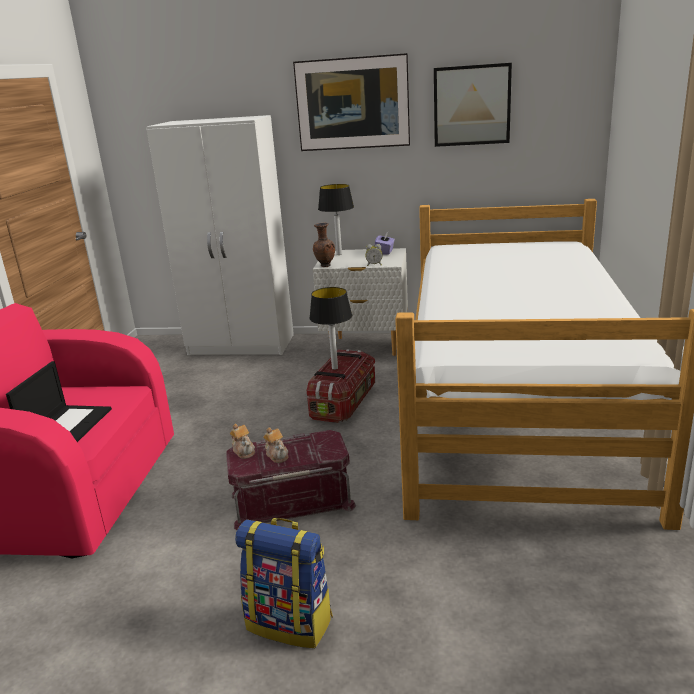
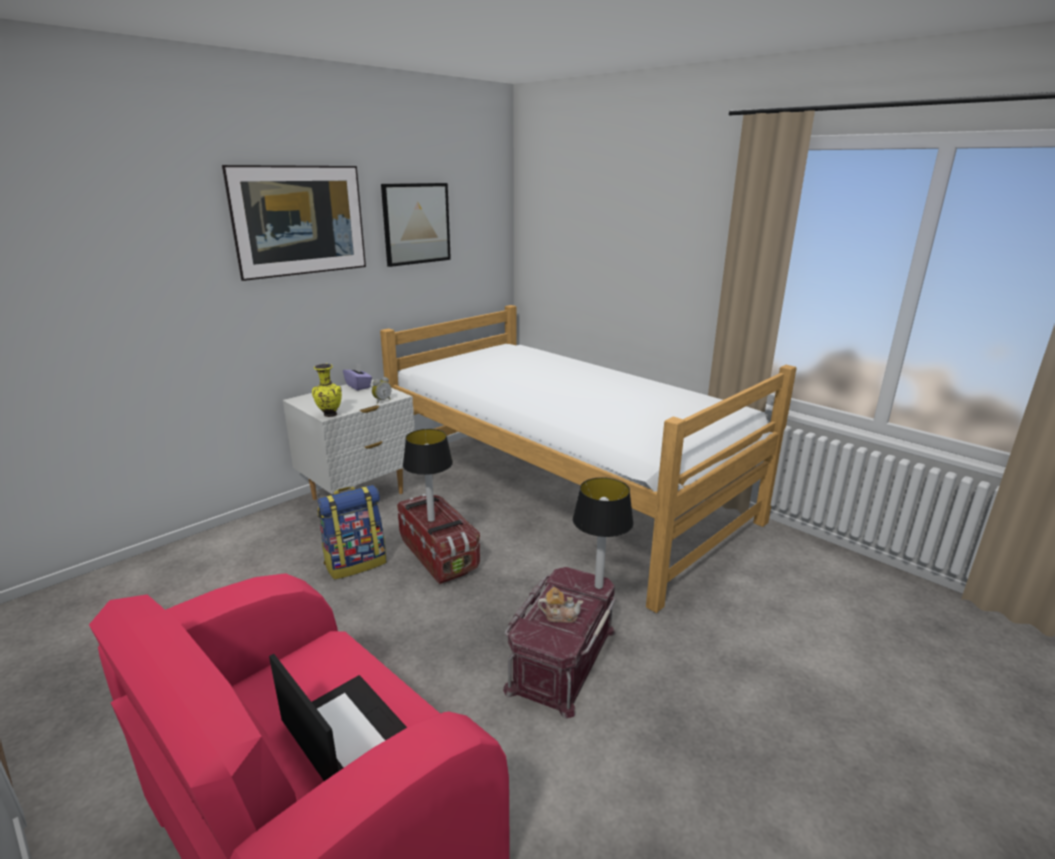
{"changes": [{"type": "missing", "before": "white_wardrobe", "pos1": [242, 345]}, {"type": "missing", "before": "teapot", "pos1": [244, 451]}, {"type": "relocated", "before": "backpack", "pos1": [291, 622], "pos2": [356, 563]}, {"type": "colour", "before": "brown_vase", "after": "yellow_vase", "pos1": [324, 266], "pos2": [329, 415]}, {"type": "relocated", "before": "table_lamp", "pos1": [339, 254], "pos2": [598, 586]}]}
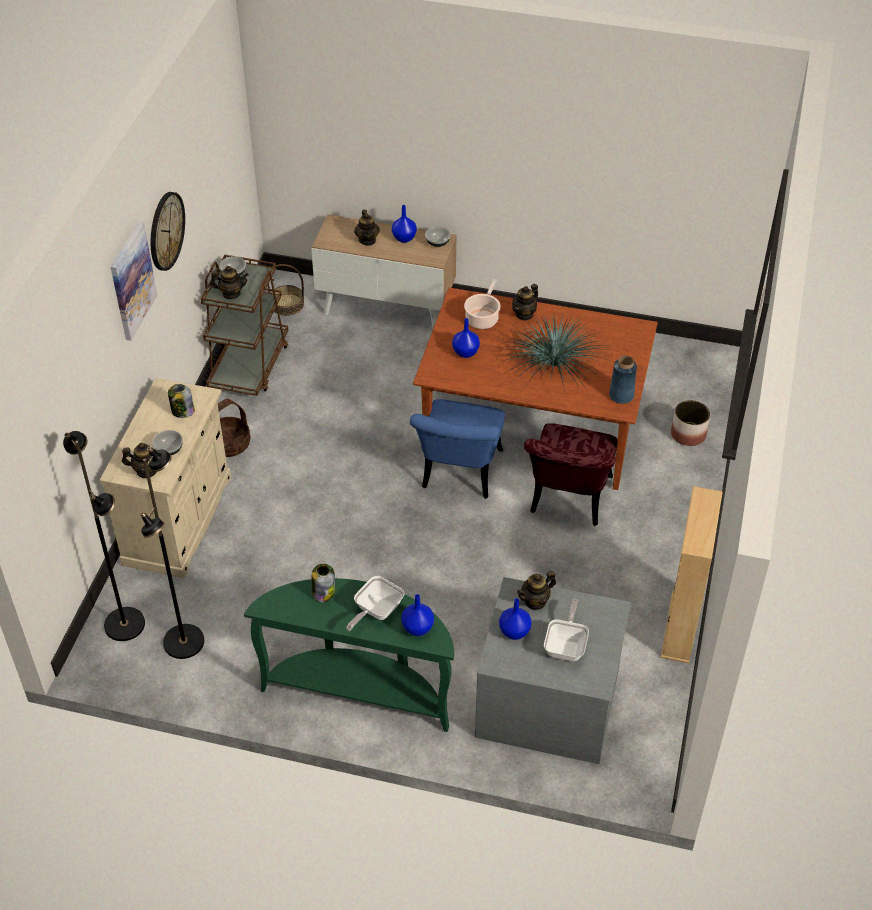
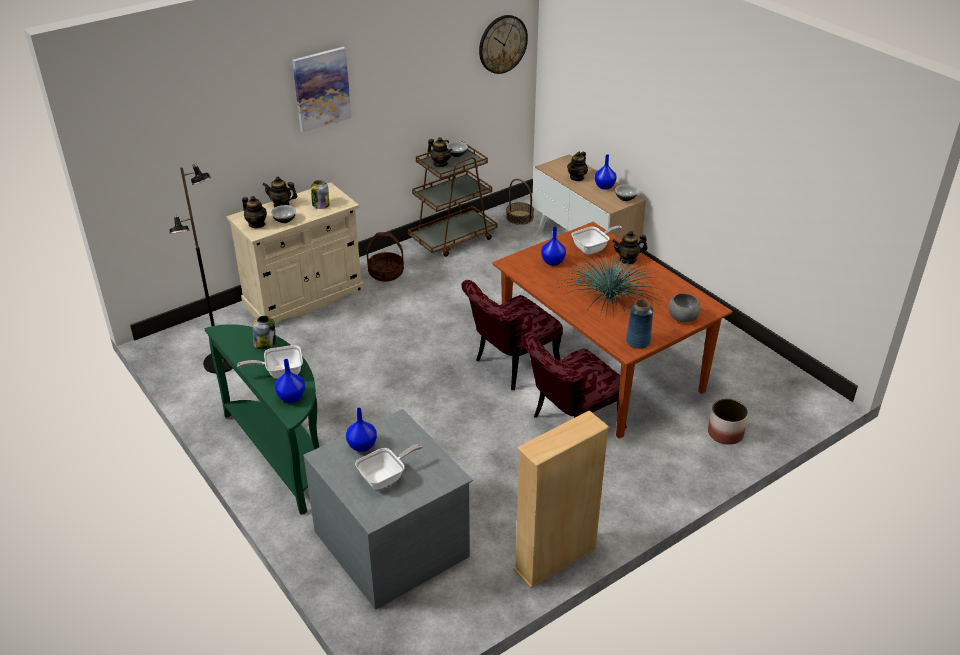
{"changes": [{"type": "missing", "before": "black_floor_lamp", "pos1": [125, 624]}, {"type": "relocated", "before": "wall_clock", "pos1": [166, 231], "pos2": [502, 44]}, {"type": "colour", "before": "blue_chair", "after": "red_chair", "pos1": [459, 476], "pos2": [510, 367]}, {"type": "exchanged", "before": "cooking_pot", "after": "frying_pan", "pos1": [482, 318], "pos2": [593, 248]}, {"type": "relocated", "before": "teapot", "pos1": [535, 601], "pos2": [281, 204]}, {"type": "appeared", "after": "grey_bowl", "pos2": [682, 317]}]}
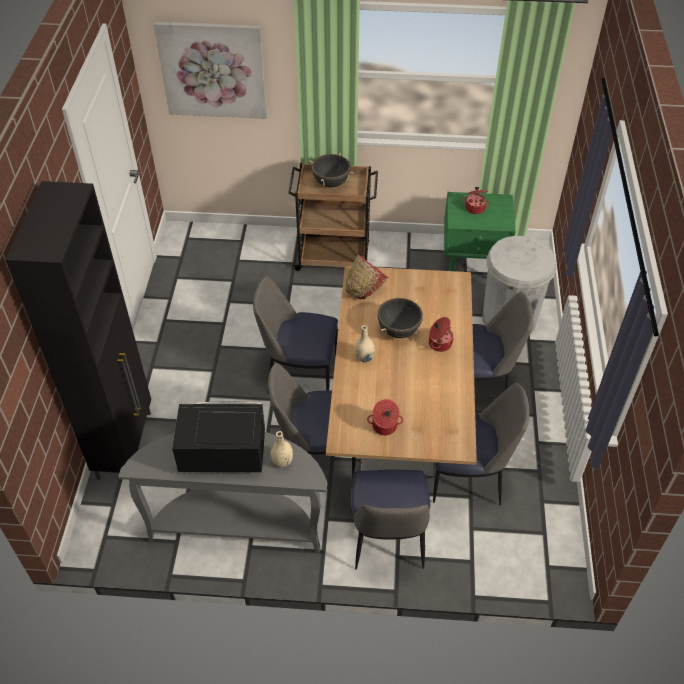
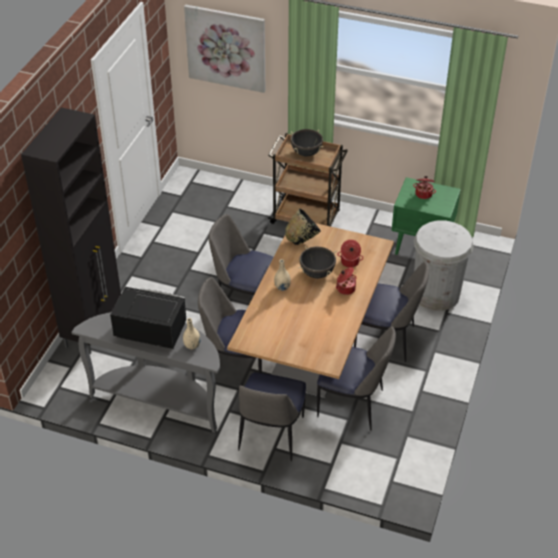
{"changes": [{"type": "colour", "before": "red_bowl", "after": "black_bowl", "pos1": [365, 290], "pos2": [302, 239]}, {"type": "relocated", "before": "cooking_pot", "pos1": [384, 426], "pos2": [349, 262]}]}
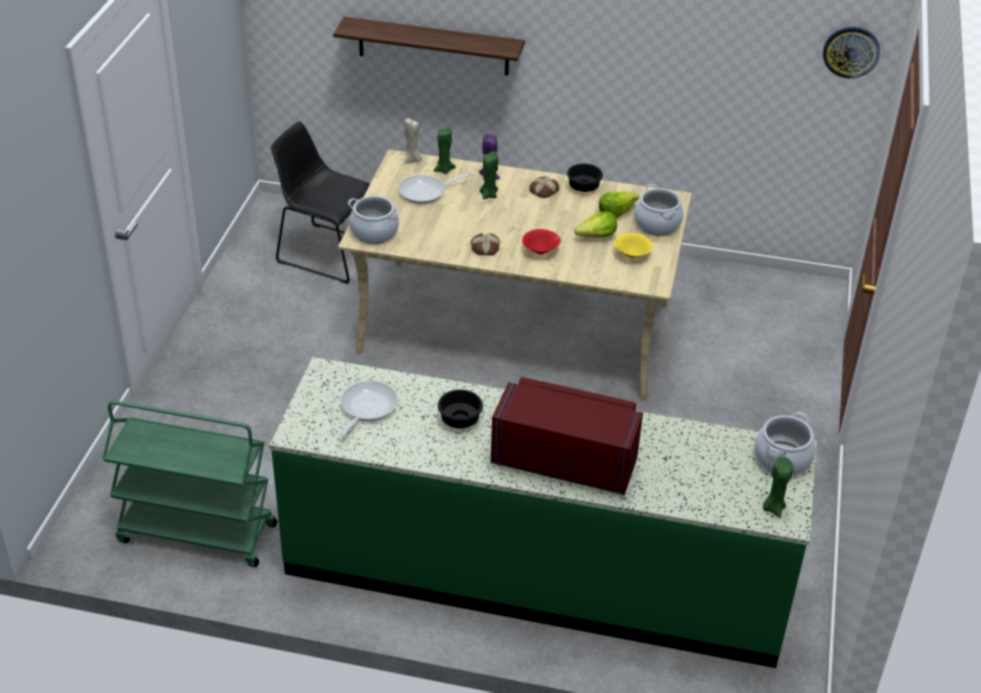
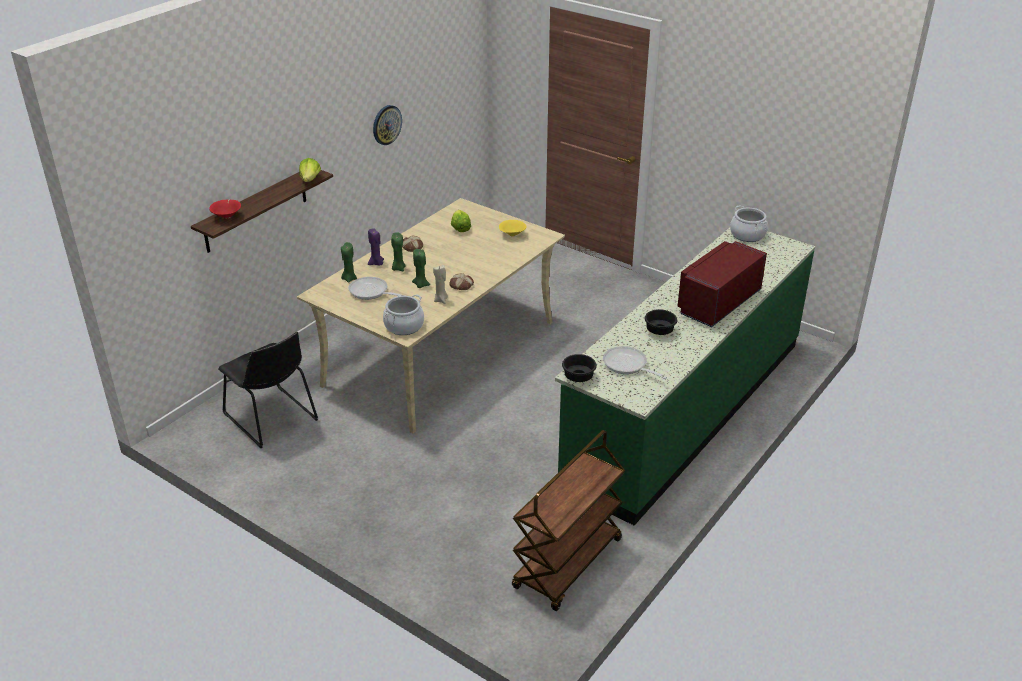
{"changes": [{"type": "colour", "before": "green_cart", "after": "brown_cart", "pos1": [196, 533], "pos2": [568, 565]}, {"type": "spun", "before": "black_chair", "pos1": [326, 252], "pos2": [272, 419], "turn": -90}, {"type": "spun", "before": "frying_pan", "pos1": [426, 192], "pos2": [371, 292], "turn": 120}, {"type": "relocated", "before": "beige_candle", "pos1": [412, 160], "pos2": [441, 300]}, {"type": "relocated", "before": "red_bowl", "pos1": [541, 251], "pos2": [227, 216]}, {"type": "relocated", "before": "black_bowl", "pos1": [582, 187], "pos2": [578, 378]}, {"type": "relocated", "before": "lettuce", "pos1": [597, 237], "pos2": [310, 180]}, {"type": "missing", "before": "cooking_pot", "pos1": [657, 224]}, {"type": "relocated", "before": "green_candle", "pos1": [773, 508], "pos2": [420, 285]}, {"type": "relocated", "before": "wall_clock", "pos1": [851, 51], "pos2": [386, 124]}]}
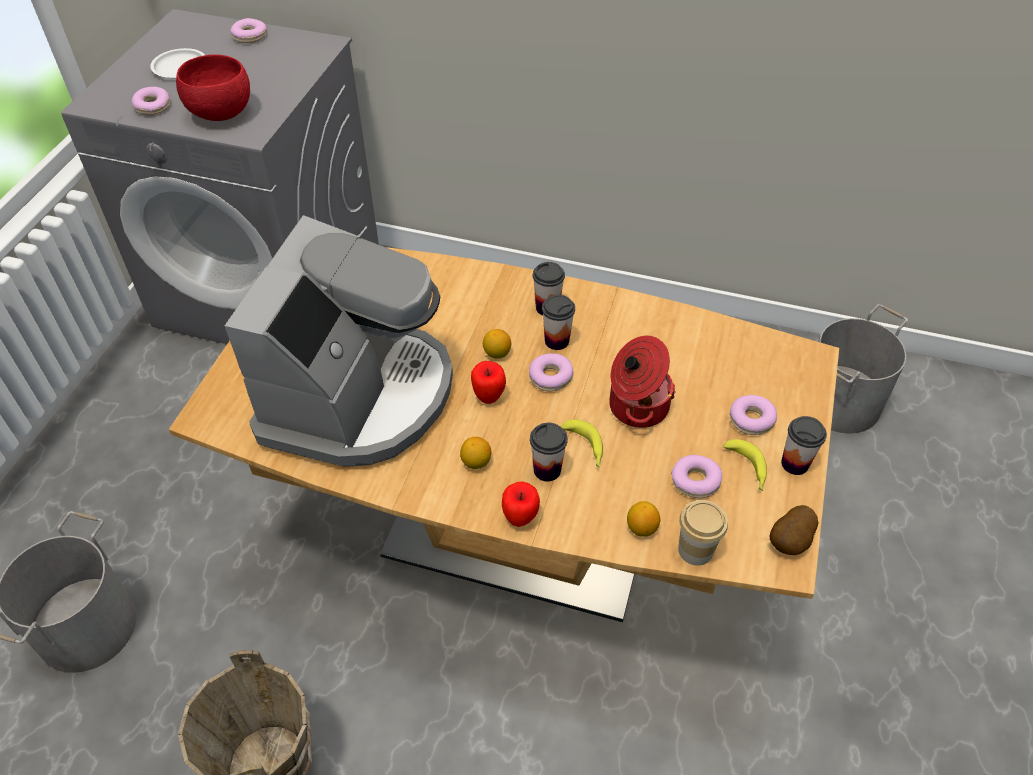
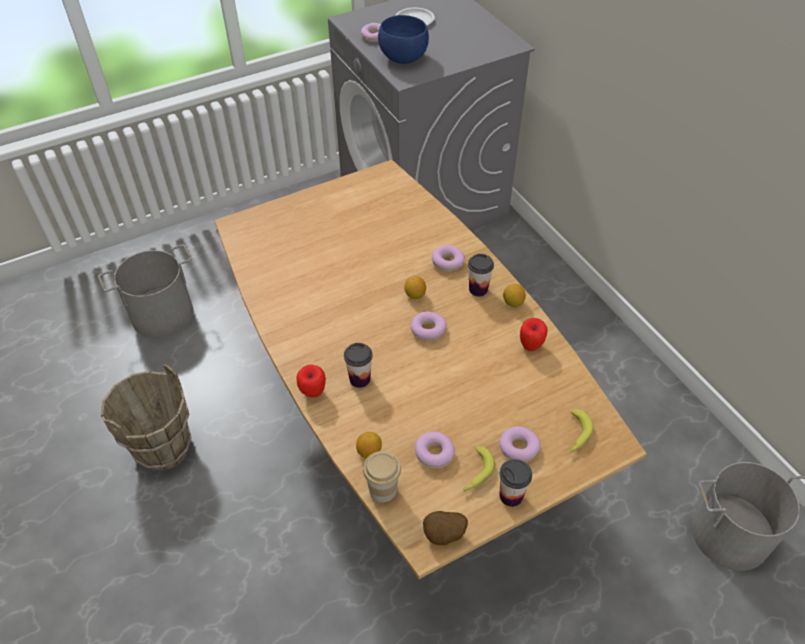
{"changes": [{"type": "colour", "before": "red_bowl", "after": "blue_bowl", "pos1": [222, 114], "pos2": [403, 59]}, {"type": "missing", "before": "coffee_machine", "pos1": [359, 396]}, {"type": "relocated", "before": "donut", "pos1": [250, 36], "pos2": [447, 262]}, {"type": "relocated", "before": "lemon", "pos1": [476, 462], "pos2": [513, 303]}, {"type": "relocated", "before": "apple", "pos1": [488, 397], "pos2": [531, 346]}, {"type": "missing", "before": "cup", "pos1": [557, 341]}, {"type": "relocated", "before": "banana", "pos1": [585, 447], "pos2": [576, 435]}, {"type": "missing", "before": "cooking_pot", "pos1": [636, 406]}]}
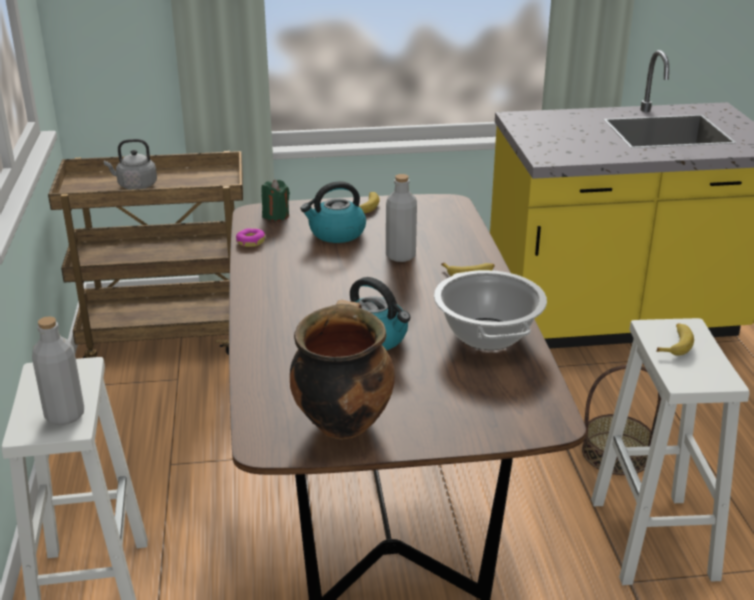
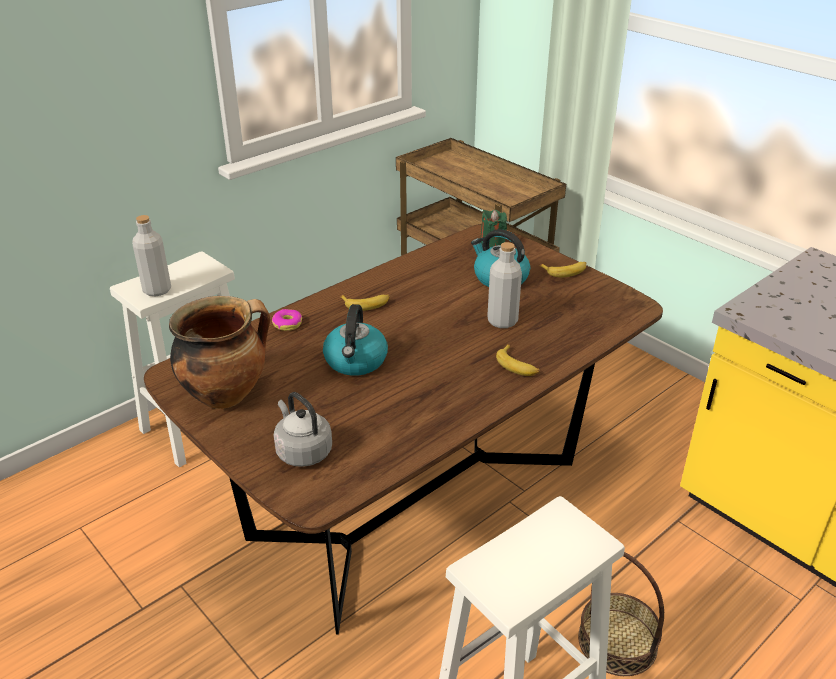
{"changes": [{"type": "relocated", "before": "grey_kettle", "pos1": [135, 186], "pos2": [302, 451]}, {"type": "relocated", "before": "donut", "pos1": [250, 242], "pos2": [287, 324]}, {"type": "missing", "before": "cooking_pot", "pos1": [487, 334]}, {"type": "relocated", "before": "banana", "pos1": [675, 344], "pos2": [366, 304]}]}
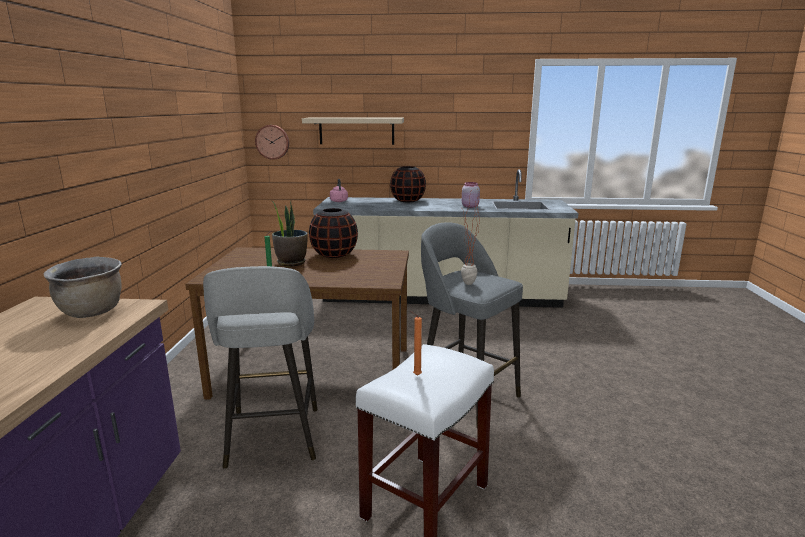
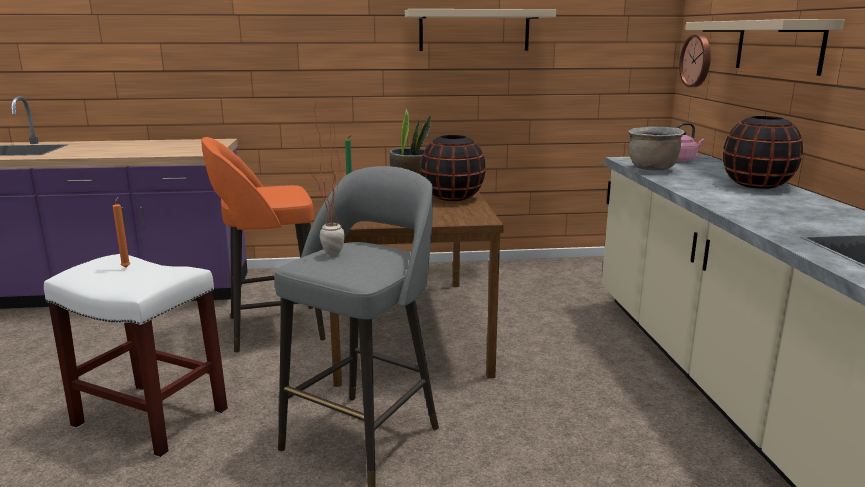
{"changes": [{"type": "relocated", "before": "brown_cooking_pot", "pos1": [92, 312], "pos2": [652, 169]}, {"type": "colour", "before": "grey_stool", "after": "orange_stool", "pos1": [273, 439], "pos2": [272, 329]}, {"type": "missing", "before": "pink_jar", "pos1": [469, 206]}, {"type": "appeared", "after": "beige_shelf", "pos2": [474, 30]}]}
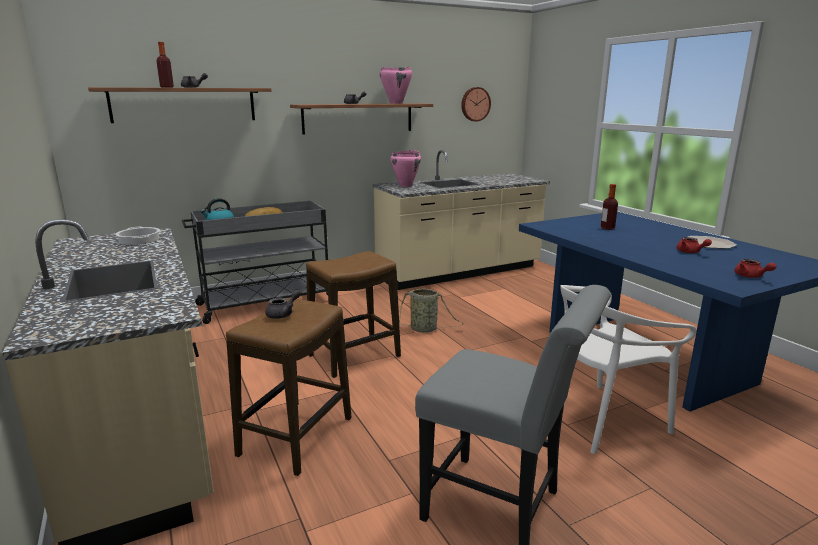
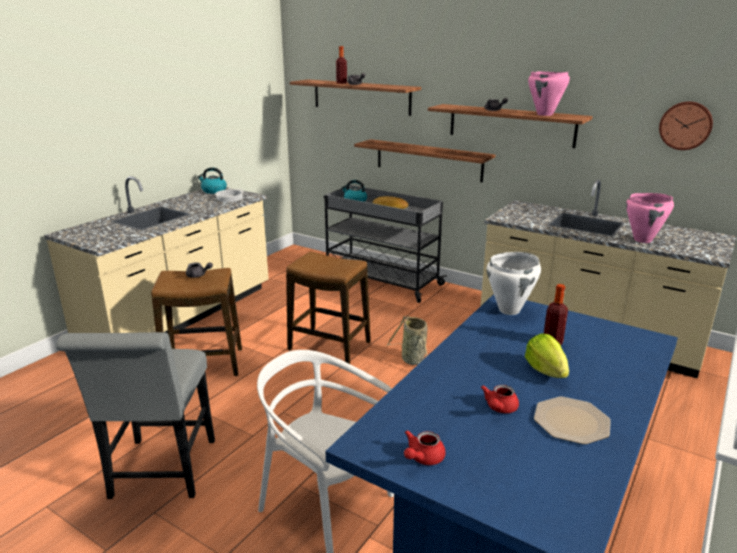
{"changes": [{"type": "relocated", "before": "pink_cooking_pot", "pos1": [406, 185], "pos2": [643, 240]}, {"type": "appeared", "after": "kettle", "pos2": [213, 191]}, {"type": "appeared", "after": "shelf", "pos2": [428, 160]}, {"type": "appeared", "after": "white_cooking_pot", "pos2": [509, 310]}, {"type": "appeared", "after": "lettuce", "pos2": [546, 371]}]}
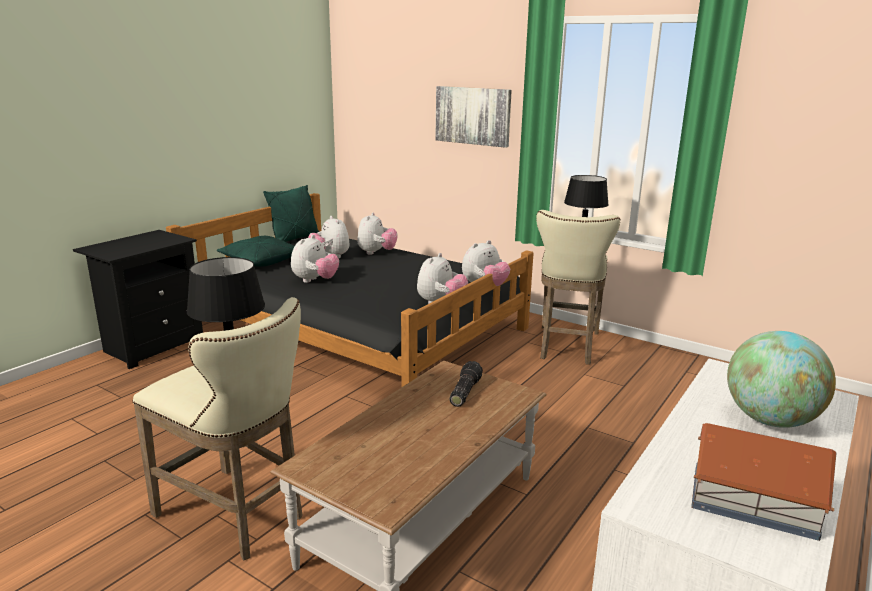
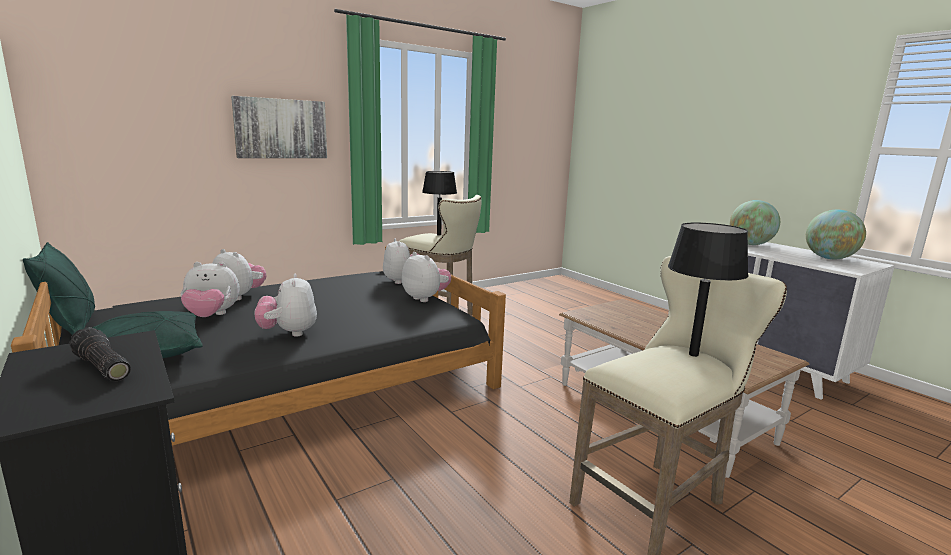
{"changes": [{"type": "spun", "before": "plush_toy", "pos1": [315, 281], "pos2": [289, 333], "turn": -150}, {"type": "relocated", "before": "flashlight", "pos1": [464, 392], "pos2": [101, 368]}, {"type": "exchanged", "before": "toy_house", "after": "globe", "pos1": [751, 500], "pos2": [829, 258]}]}
